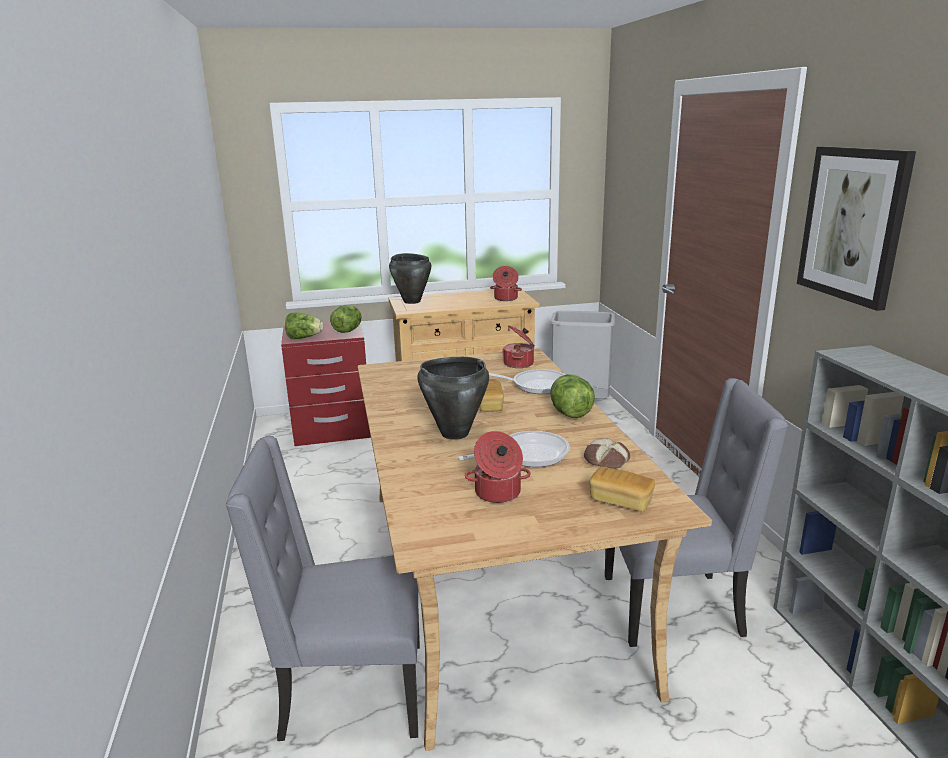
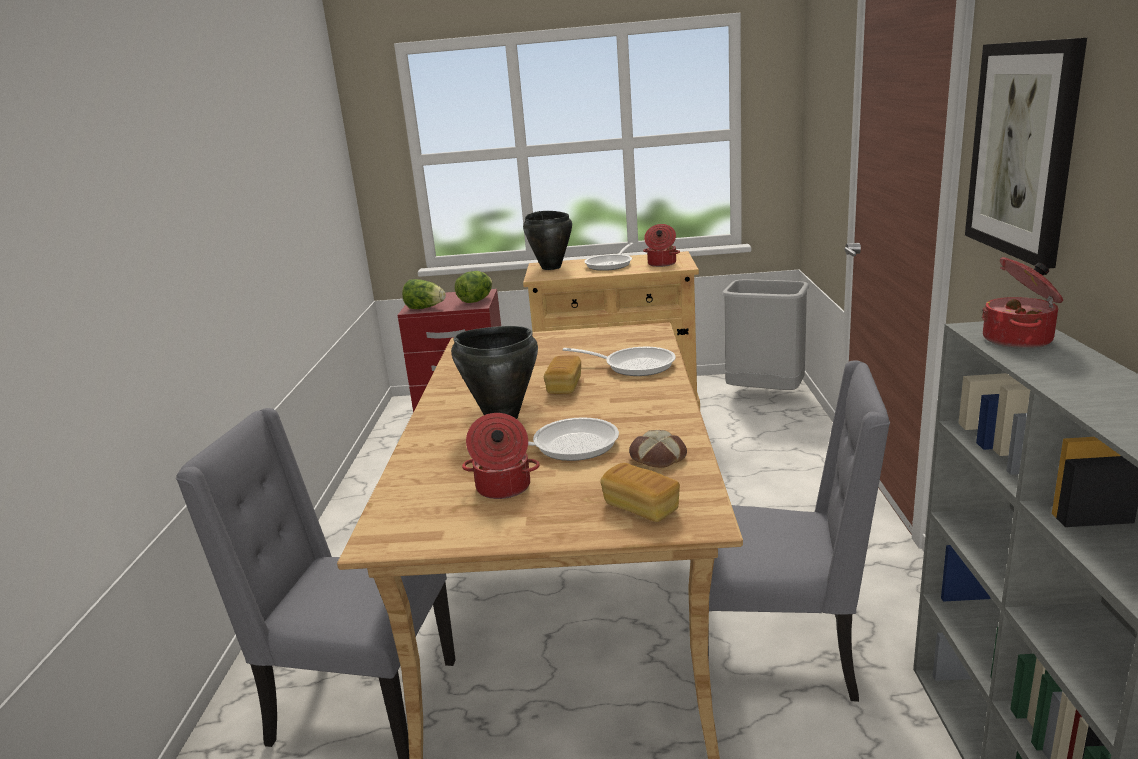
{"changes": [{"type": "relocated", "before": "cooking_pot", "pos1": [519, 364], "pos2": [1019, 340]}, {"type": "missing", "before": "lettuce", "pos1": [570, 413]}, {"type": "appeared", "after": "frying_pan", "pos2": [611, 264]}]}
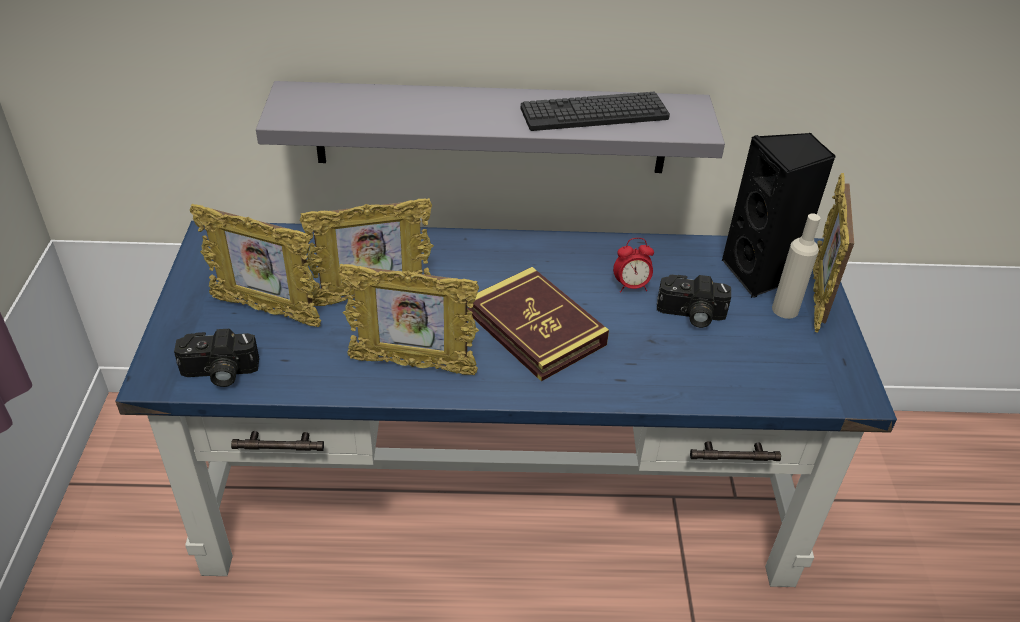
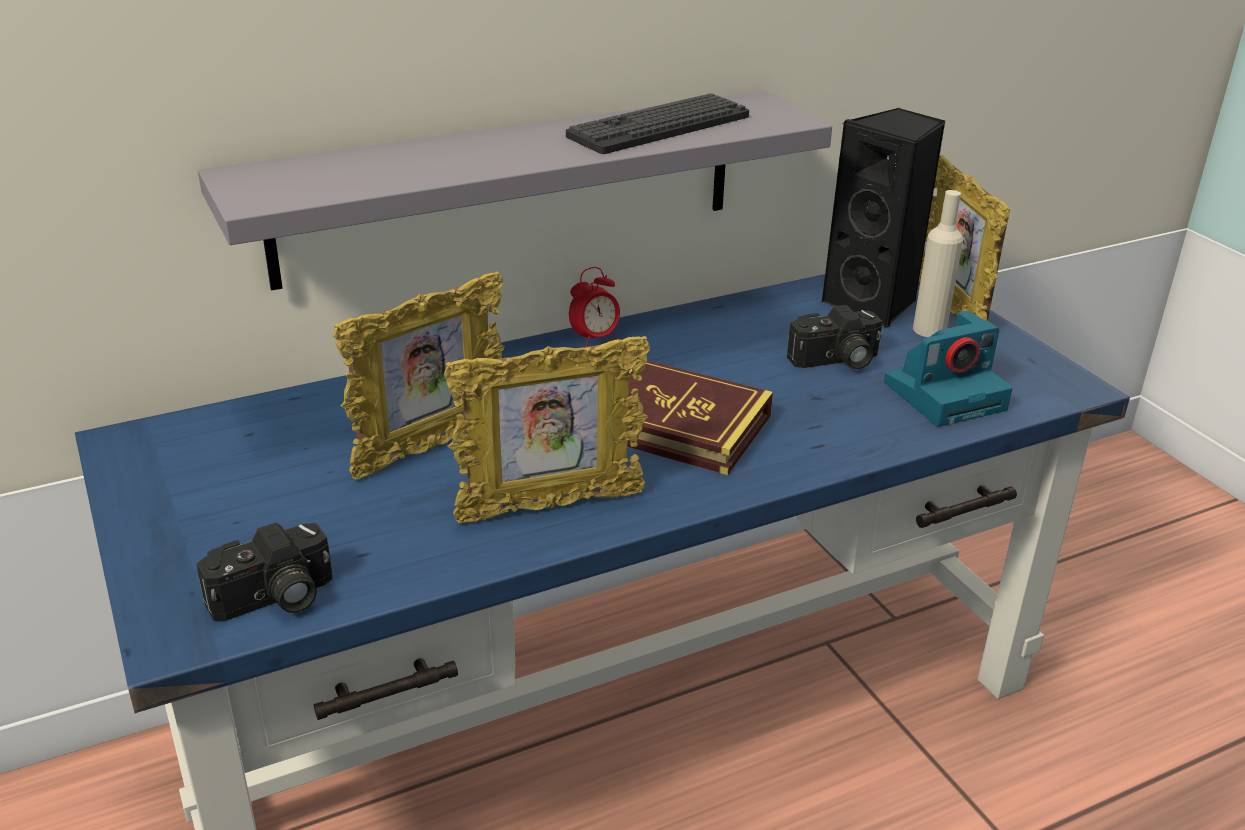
{"changes": [{"type": "missing", "before": "picture_frame", "pos1": [267, 311]}, {"type": "relocated", "before": "alarm_clock", "pos1": [631, 286], "pos2": [595, 338]}, {"type": "appeared", "after": "photo_camera", "pos2": [946, 394]}]}
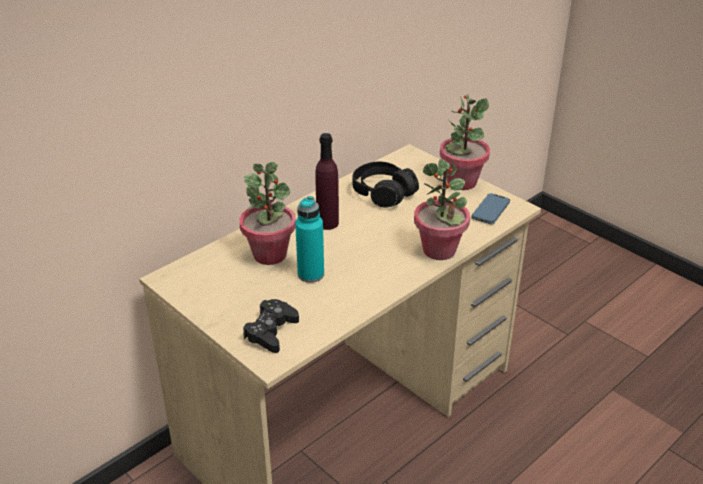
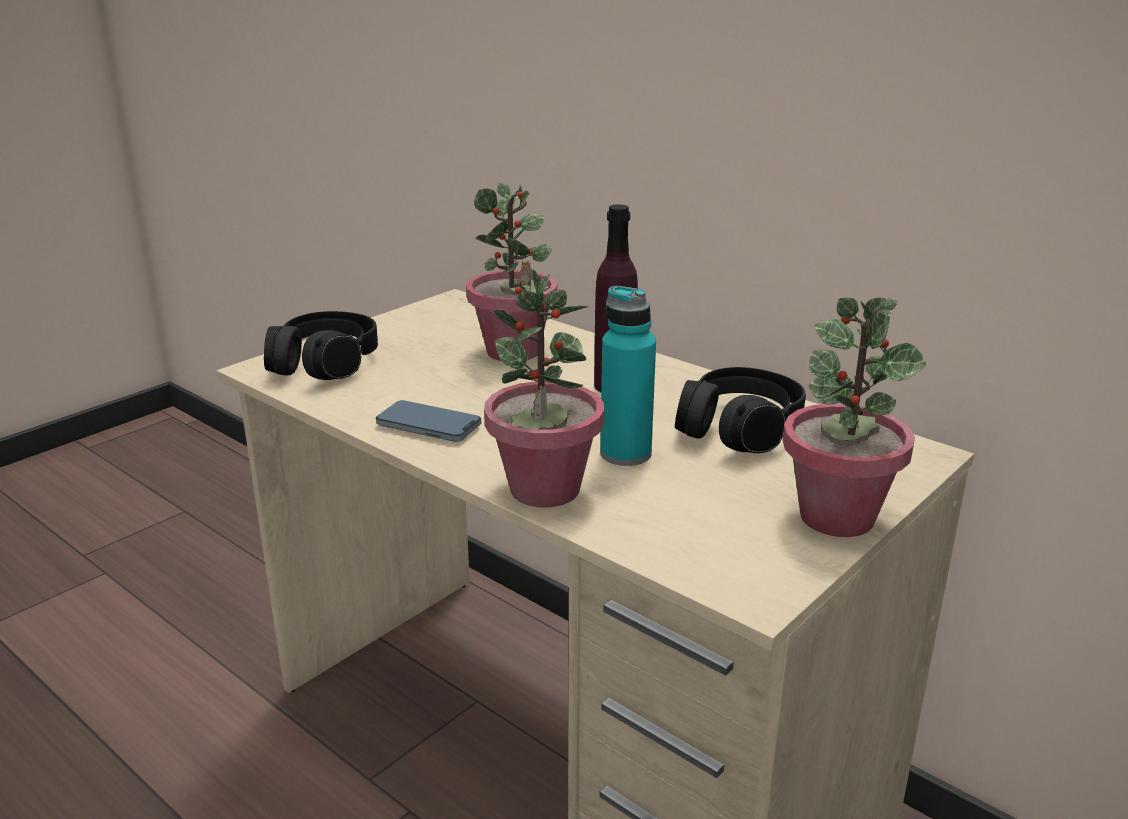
{"changes": [{"type": "exchanged", "before": "black_game_controller", "after": "black_headphones", "pos1": [271, 331], "pos2": [324, 364]}, {"type": "relocated", "before": "turquoise_bottle", "pos1": [311, 274], "pos2": [625, 454]}, {"type": "relocated", "before": "phone", "pos1": [490, 211], "pos2": [428, 426]}]}
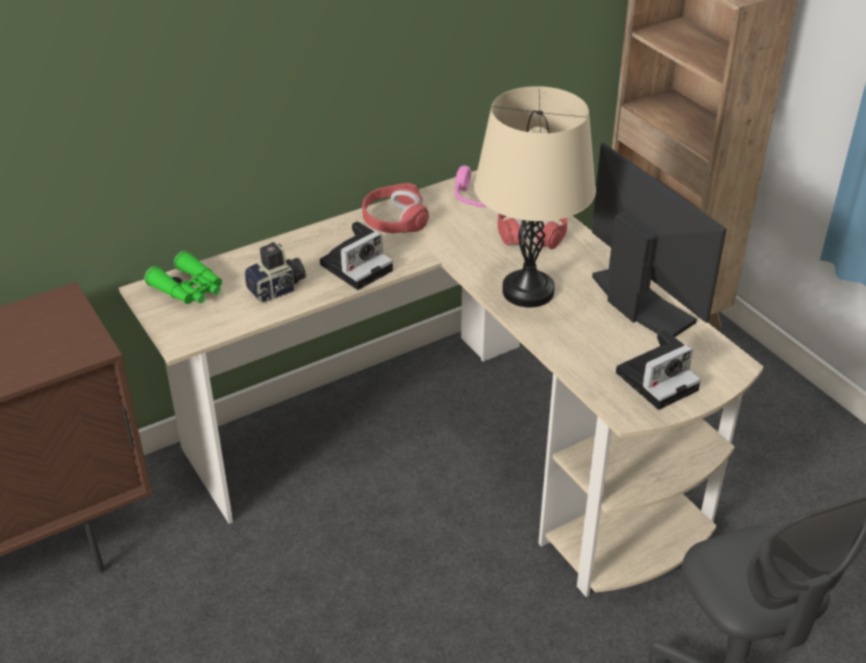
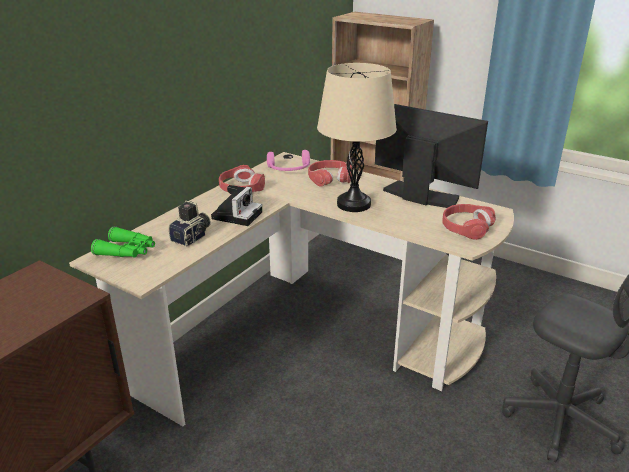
{"changes": [{"type": "exchanged", "before": "photo_camera", "after": "red_headphones", "pos1": [658, 379], "pos2": [466, 227]}]}
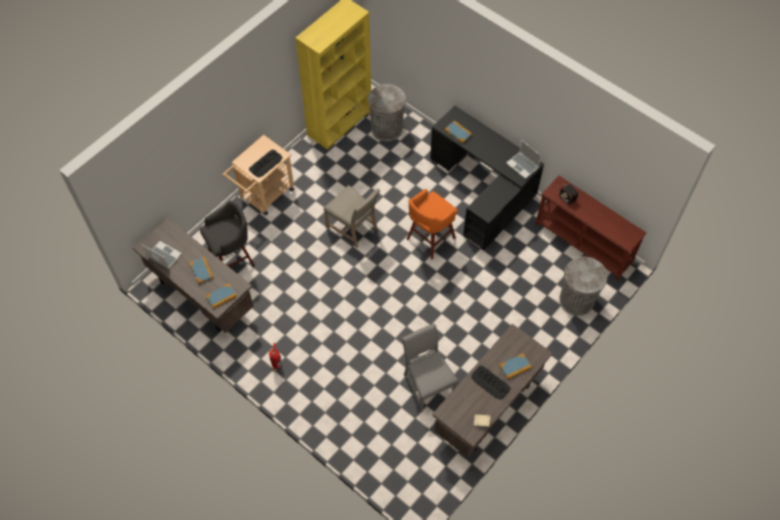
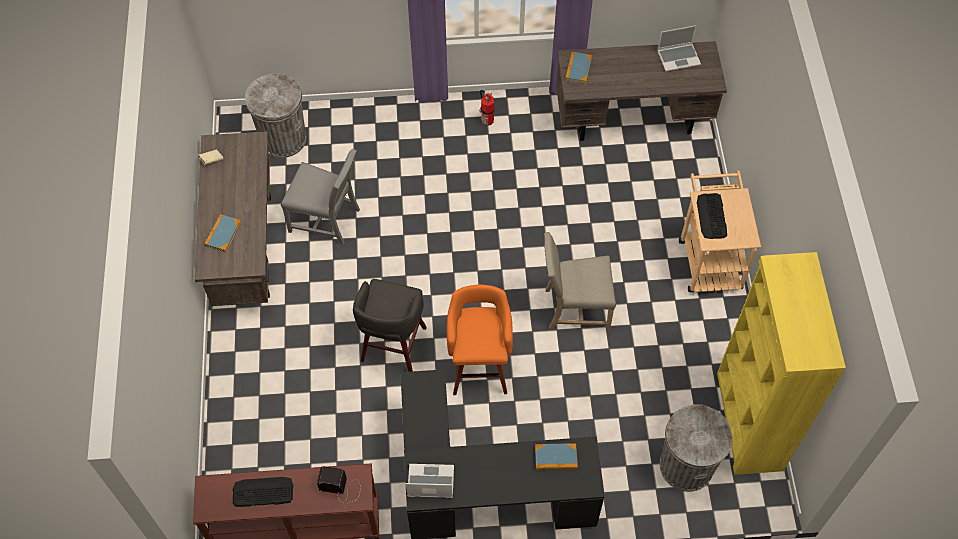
{"changes": [{"type": "missing", "before": "book", "pos1": [202, 271]}, {"type": "relocated", "before": "grey_stool", "pos1": [233, 259], "pos2": [392, 346]}, {"type": "relocated", "before": "keyboard", "pos1": [490, 383], "pos2": [262, 492]}, {"type": "relocated", "before": "grey_trash_can", "pos1": [576, 300], "pos2": [283, 139]}]}
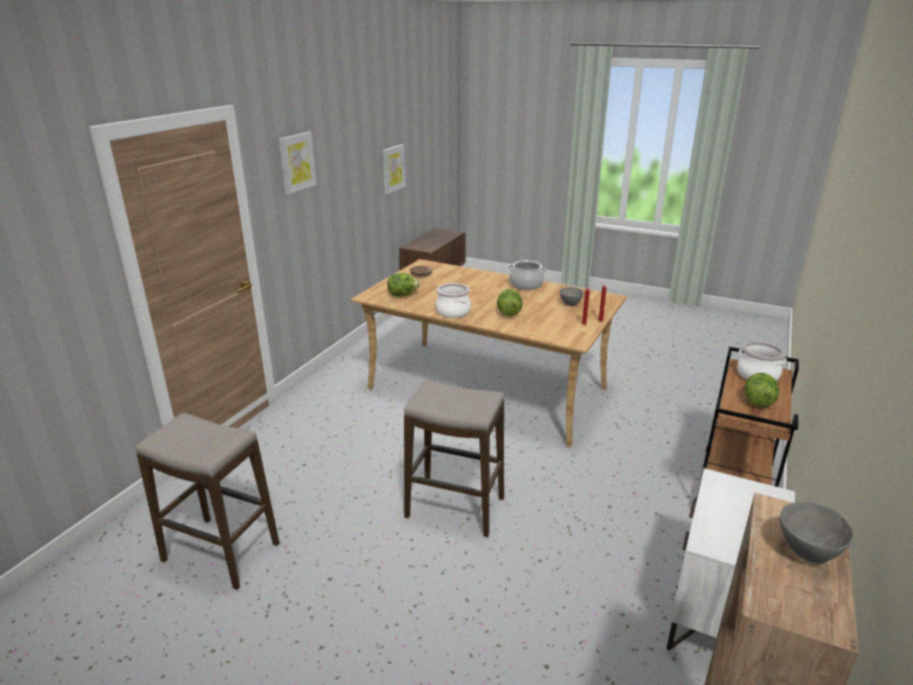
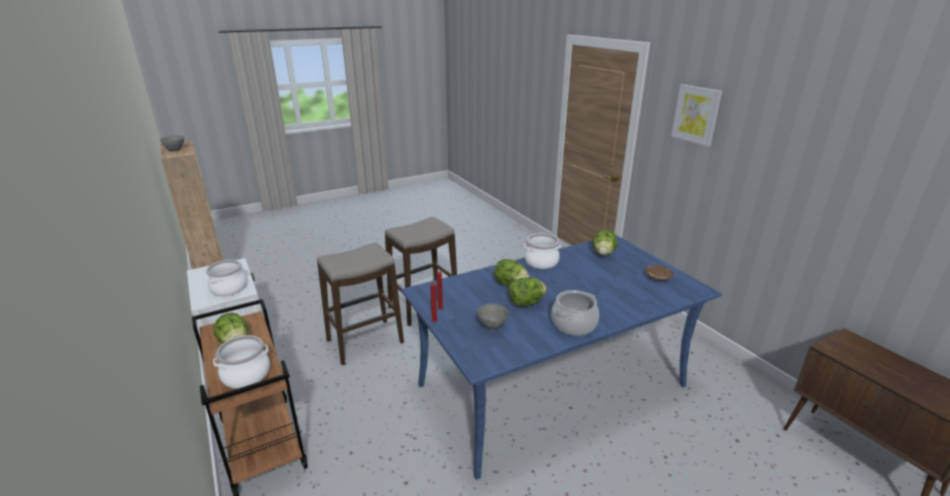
{"changes": [{"type": "relocated", "before": "stool", "pos1": [221, 552], "pos2": [365, 342]}, {"type": "colour", "before": "beige_dining_table", "after": "blue_dining_table", "pos1": [486, 389], "pos2": [551, 385]}, {"type": "missing", "before": "picture", "pos1": [393, 168]}, {"type": "appeared", "after": "cooking_pot", "pos2": [229, 288]}, {"type": "appeared", "after": "lettuce", "pos2": [526, 303]}]}
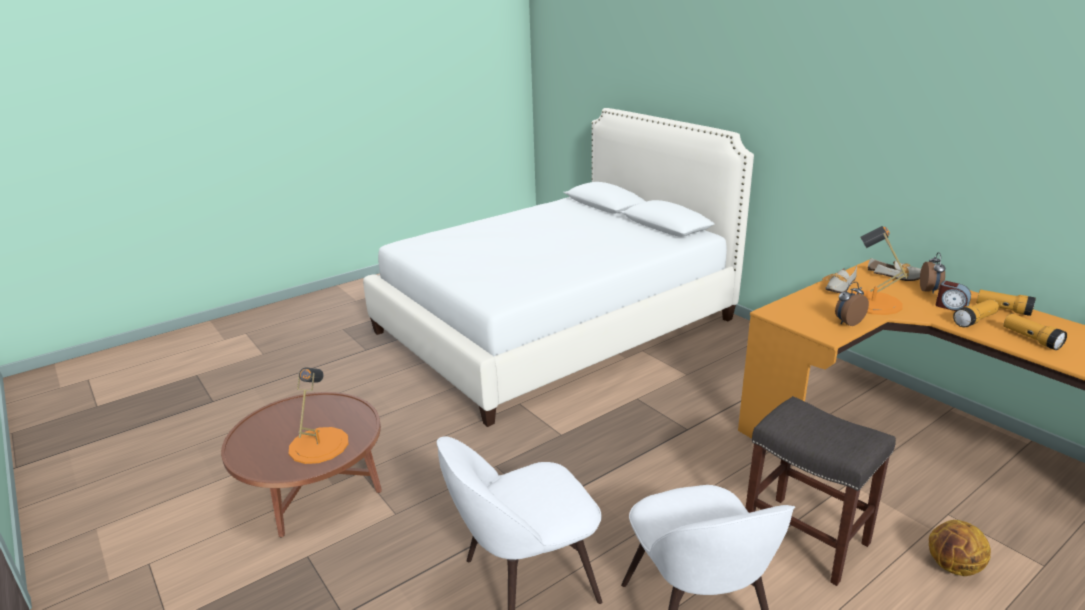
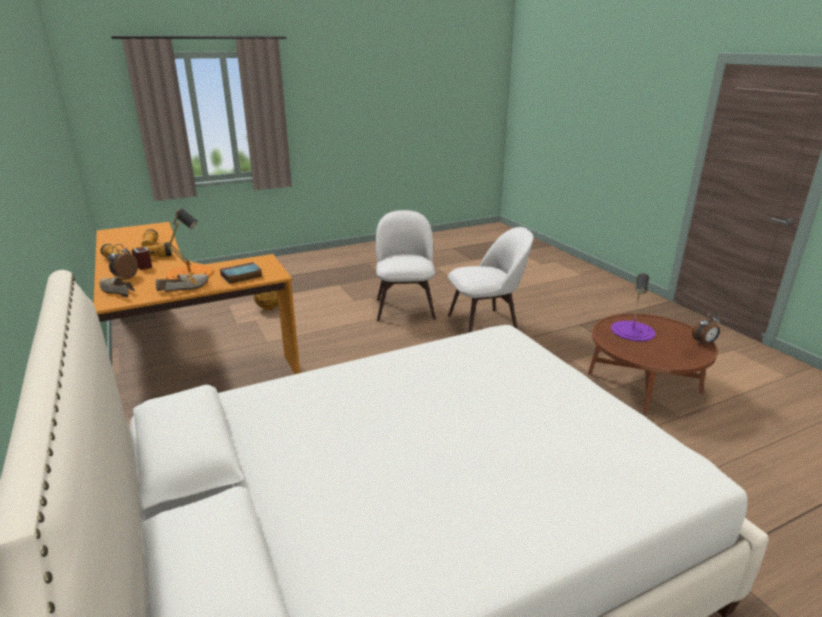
{"changes": [{"type": "colour", "before": "orange_table_lamp", "after": "purple_table_lamp", "pos1": [318, 445], "pos2": [633, 331]}, {"type": "missing", "before": "grey_stool", "pos1": [803, 538]}, {"type": "relocated", "before": "alarm_clock", "pos1": [847, 322], "pos2": [704, 342]}, {"type": "appeared", "after": "book", "pos2": [241, 276]}]}
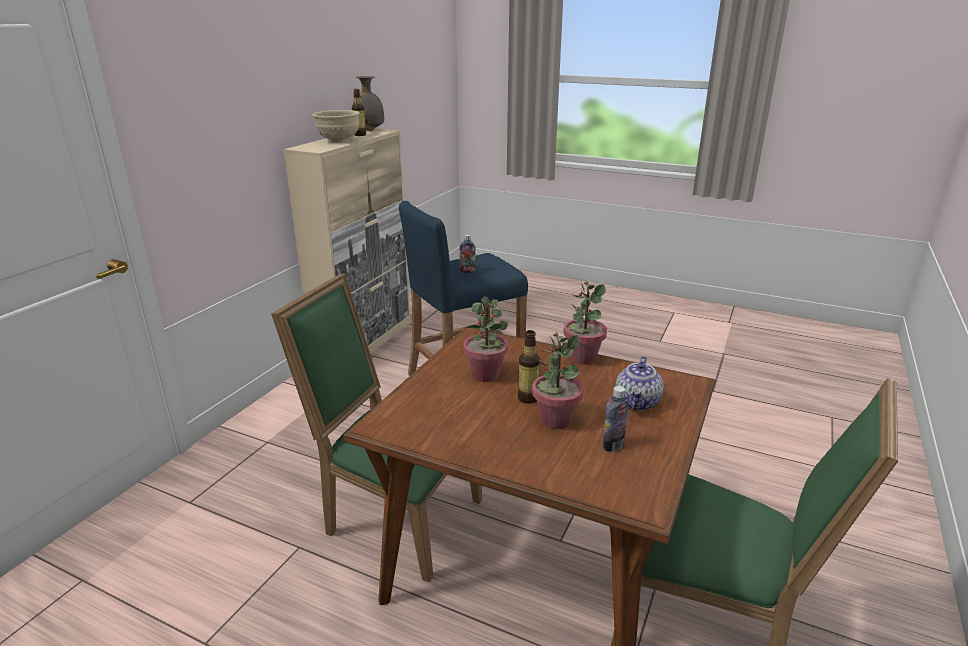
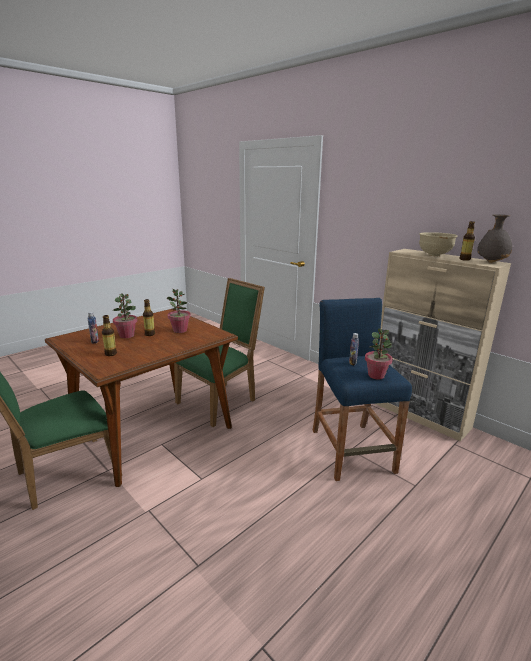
{"changes": [{"type": "relocated", "before": "potted_plant", "pos1": [582, 358], "pos2": [376, 375]}, {"type": "exchanged", "before": "teapot", "after": "bottle", "pos1": [638, 402], "pos2": [111, 354]}]}
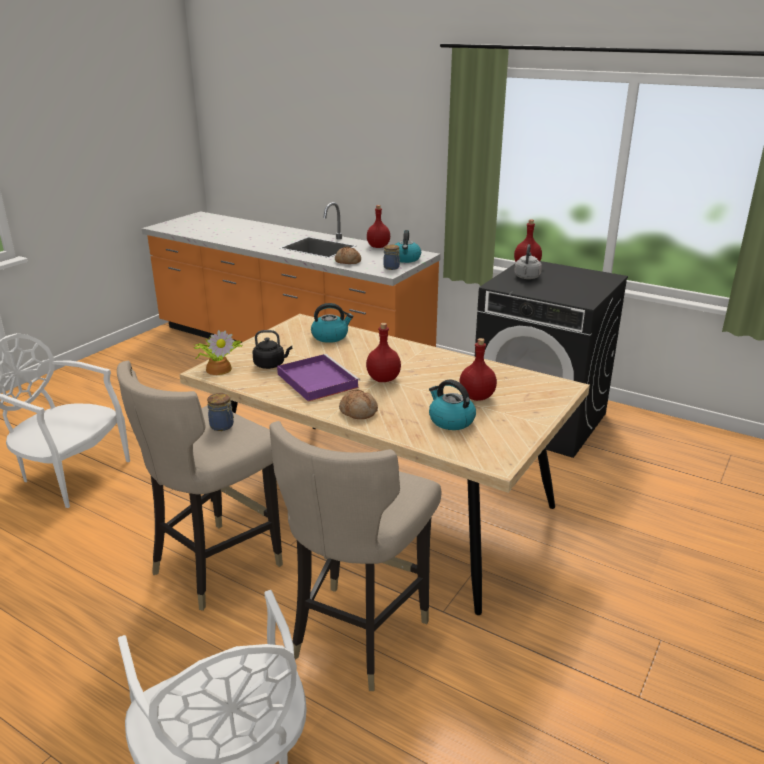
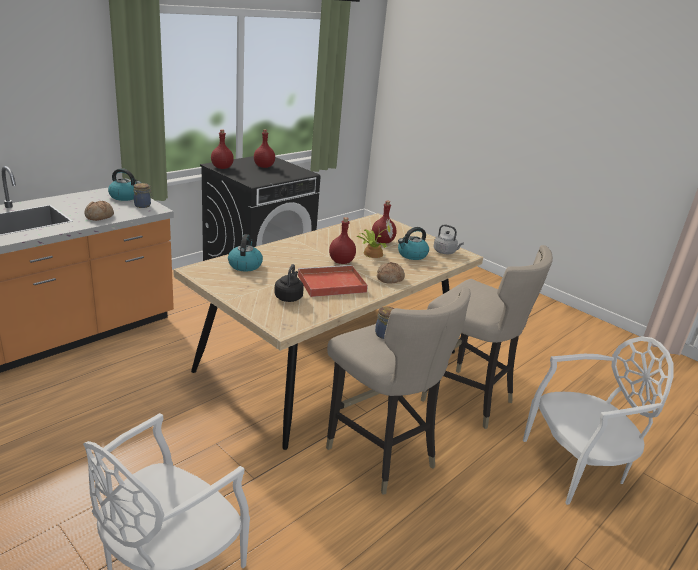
{"changes": [{"type": "relocated", "before": "potted_plant", "pos1": [219, 368], "pos2": [371, 253]}, {"type": "colour", "before": "purple_tray", "after": "red_tray", "pos1": [316, 380], "pos2": [330, 284]}, {"type": "relocated", "before": "red_bottle", "pos1": [378, 246], "pos2": [263, 166]}, {"type": "relocated", "before": "grey_kettle", "pos1": [527, 277], "pos2": [445, 252]}]}
